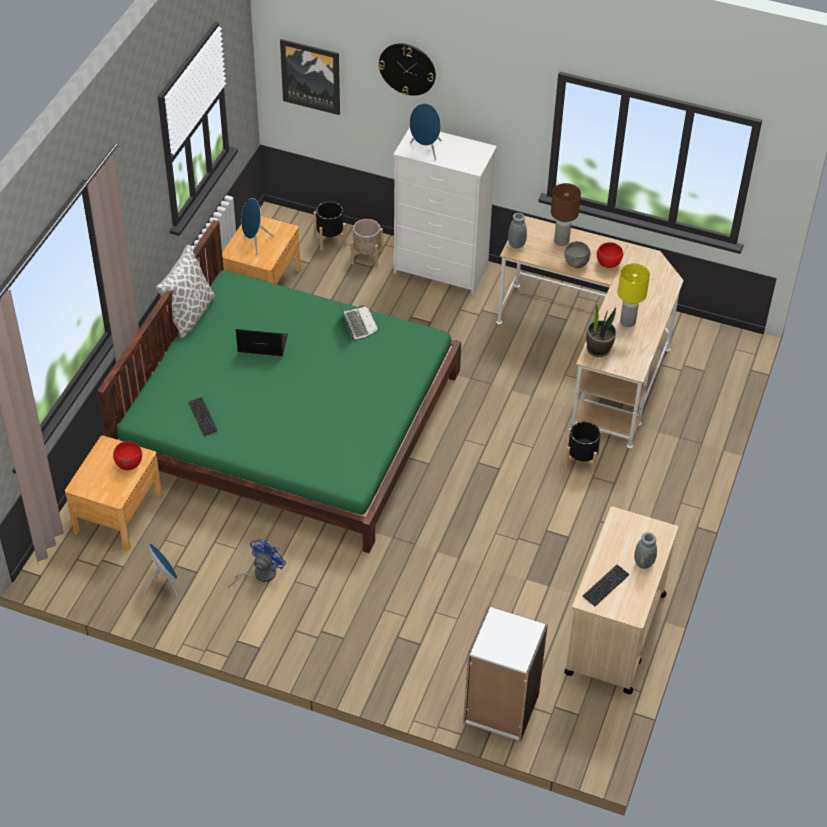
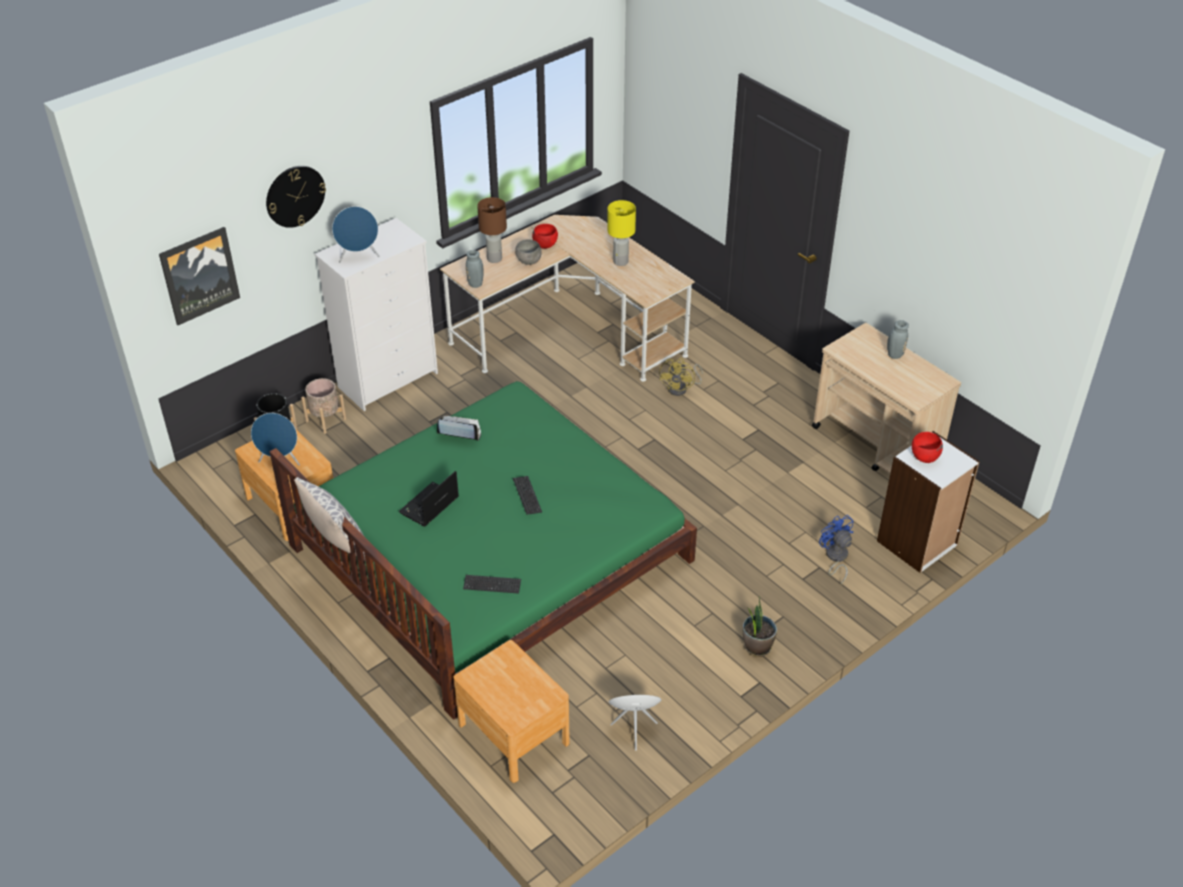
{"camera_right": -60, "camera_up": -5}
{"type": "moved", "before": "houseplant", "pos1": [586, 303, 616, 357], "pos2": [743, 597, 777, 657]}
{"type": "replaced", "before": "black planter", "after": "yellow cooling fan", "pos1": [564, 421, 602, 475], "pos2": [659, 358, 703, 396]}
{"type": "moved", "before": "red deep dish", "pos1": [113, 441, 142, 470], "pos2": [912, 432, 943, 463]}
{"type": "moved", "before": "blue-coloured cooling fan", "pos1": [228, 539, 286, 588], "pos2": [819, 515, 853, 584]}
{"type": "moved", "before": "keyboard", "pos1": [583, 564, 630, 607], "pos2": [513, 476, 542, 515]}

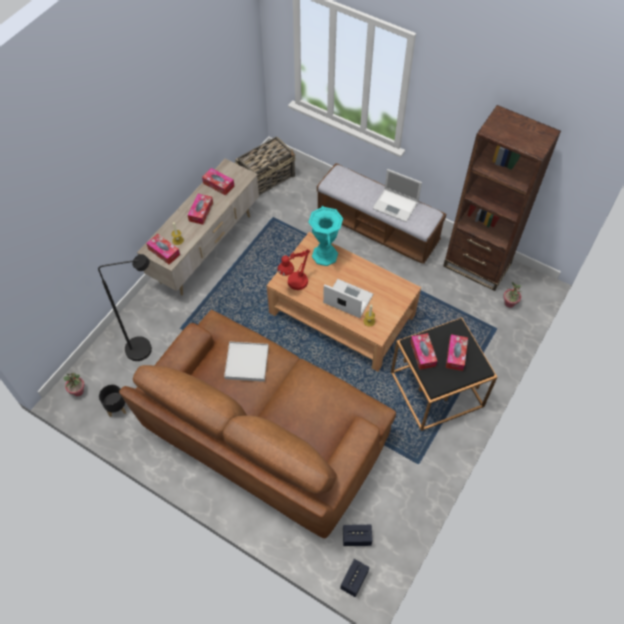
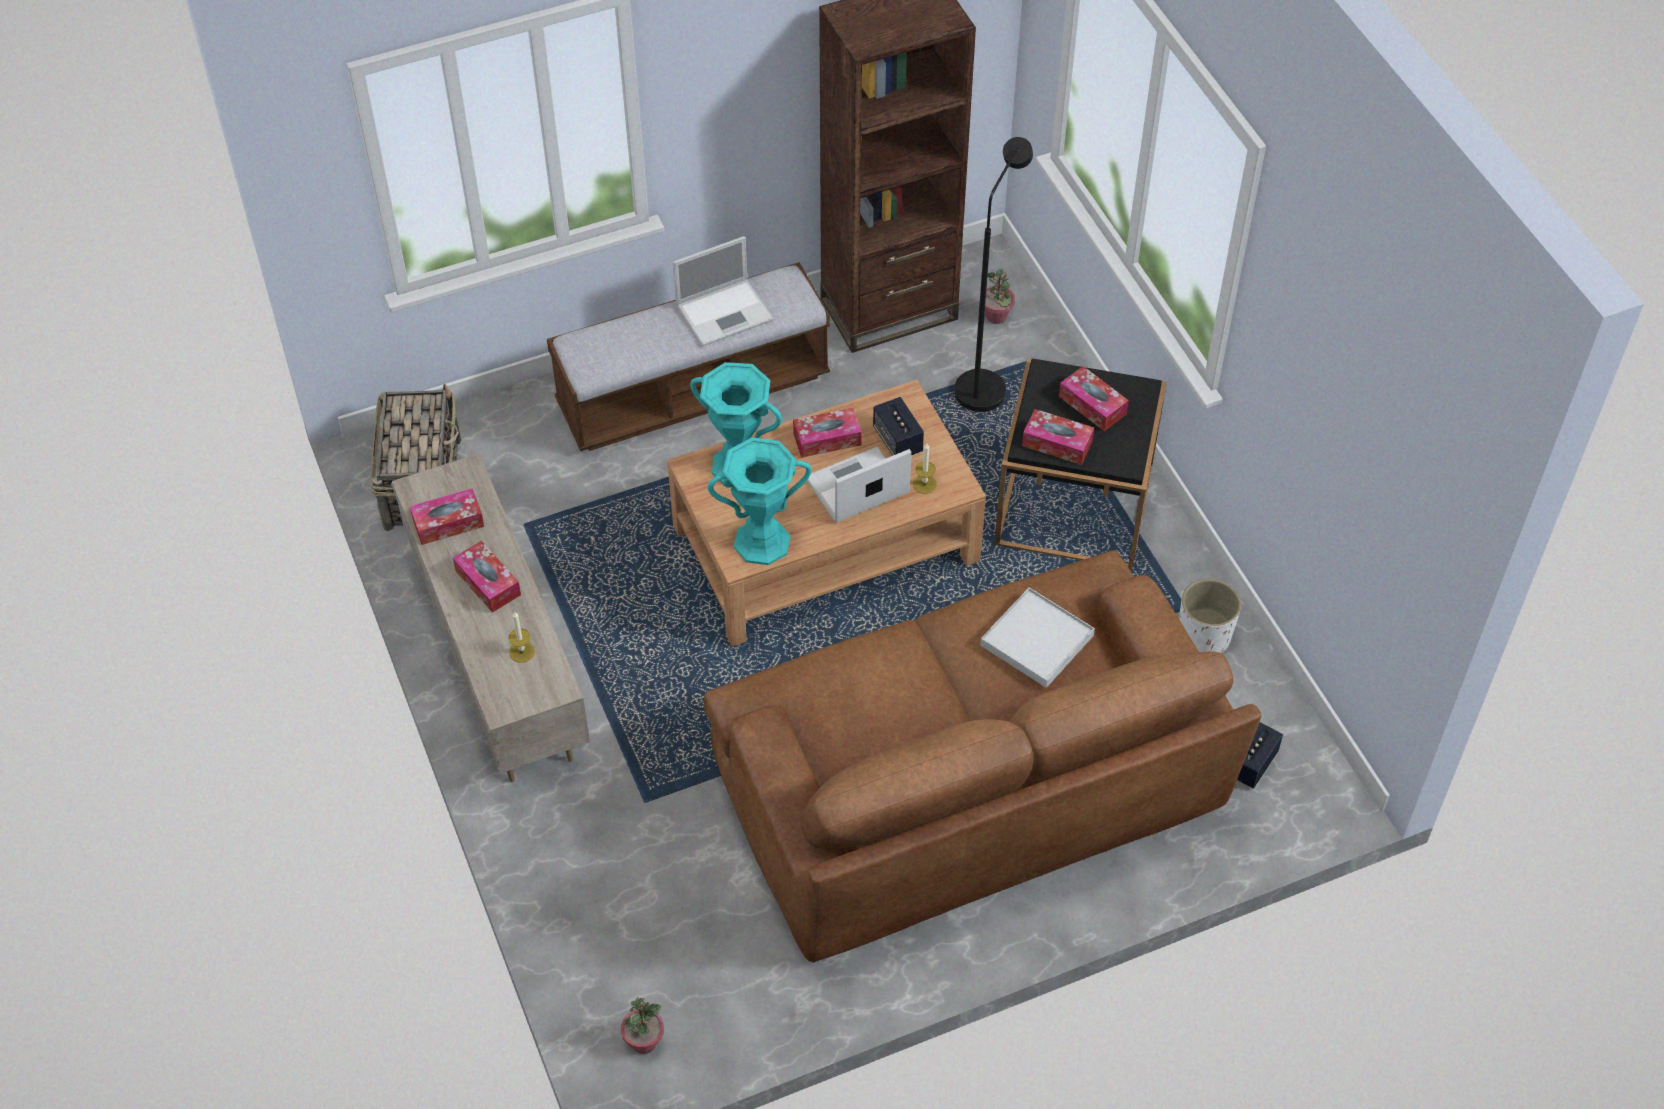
{"camera_right": -55, "camera_up": -5}
{"type": "moved", "before": "box of tissues", "pos1": [146, 234, 180, 265], "pos2": [793, 408, 862, 458]}
{"type": "replaced", "before": "red table lamp", "after": "turquoise-coloured vase", "pos1": [278, 249, 310, 290], "pos2": [707, 437, 812, 565]}
{"type": "moved", "before": "black standard lamp", "pos1": [98, 254, 152, 361], "pos2": [954, 137, 1033, 412]}
{"type": "moved", "before": "white carrying tray", "pos1": [224, 342, 269, 382], "pos2": [980, 587, 1095, 688]}
{"type": "removed", "before": "black planter", "pos1": [99, 385, 126, 417]}
{"type": "moved", "before": "loudspeaker", "pos1": [340, 559, 369, 597], "pos2": [873, 397, 924, 456]}
{"type": "added", "after": "white planter", "pos2": [1179, 579, 1241, 653]}

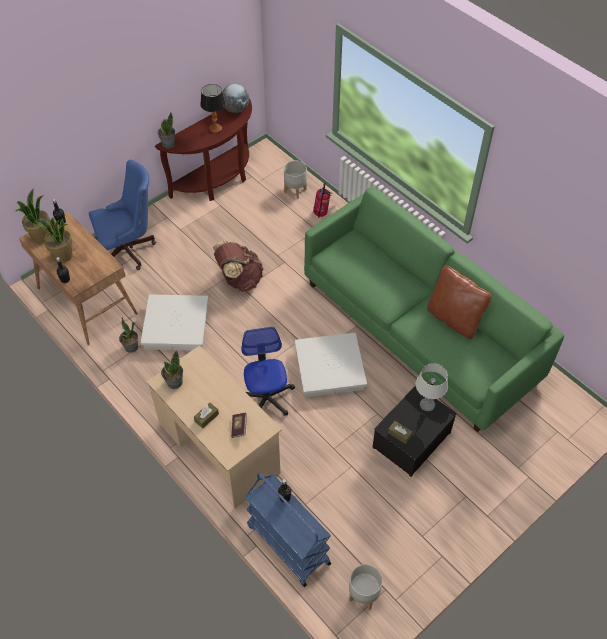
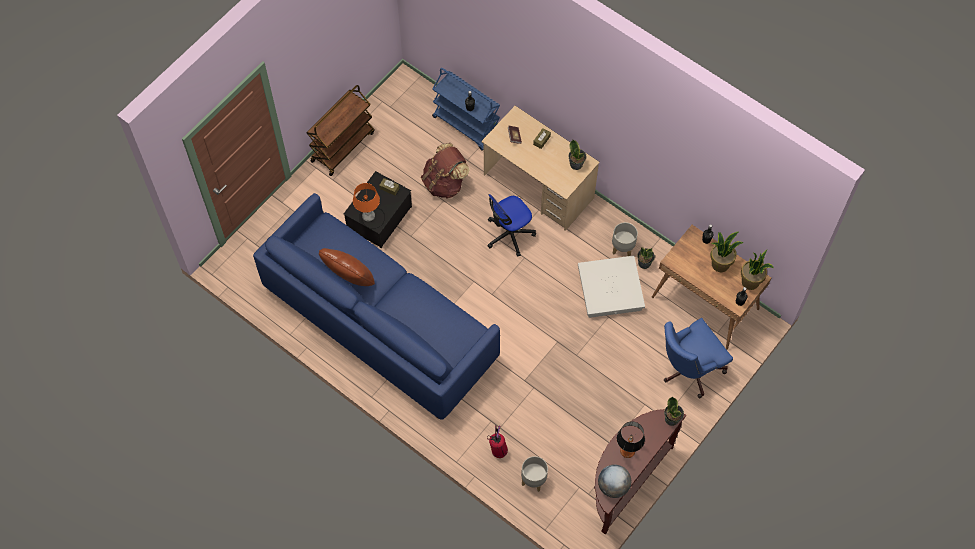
{"camera_right": 170, "camera_up": 10}
{"type": "recoloured", "before": "green-coloured couch", "after": "blue-coloured couch", "pos1": [304, 187, 564, 432], "pos2": [253, 193, 500, 420]}
{"type": "moved", "before": "brownish backpack", "pos1": [213, 241, 264, 291], "pos2": [421, 143, 470, 199]}
{"type": "turned", "before": "office chair", "pos1": [242, 327, 295, 416], "pos2": [487, 194, 536, 257], "turn": 75}
{"type": "removed", "before": "white storage bin", "pos1": [295, 333, 367, 397]}
{"type": "recoloured", "before": "gray table lamp", "after": "orange table lamp", "pos1": [416, 363, 448, 411], "pos2": [353, 183, 380, 222]}
{"type": "moved", "before": "gray planter", "pos1": [349, 564, 382, 610], "pos2": [612, 222, 638, 256]}
{"type": "added", "after": "brownish cart", "pos2": [307, 85, 374, 176]}

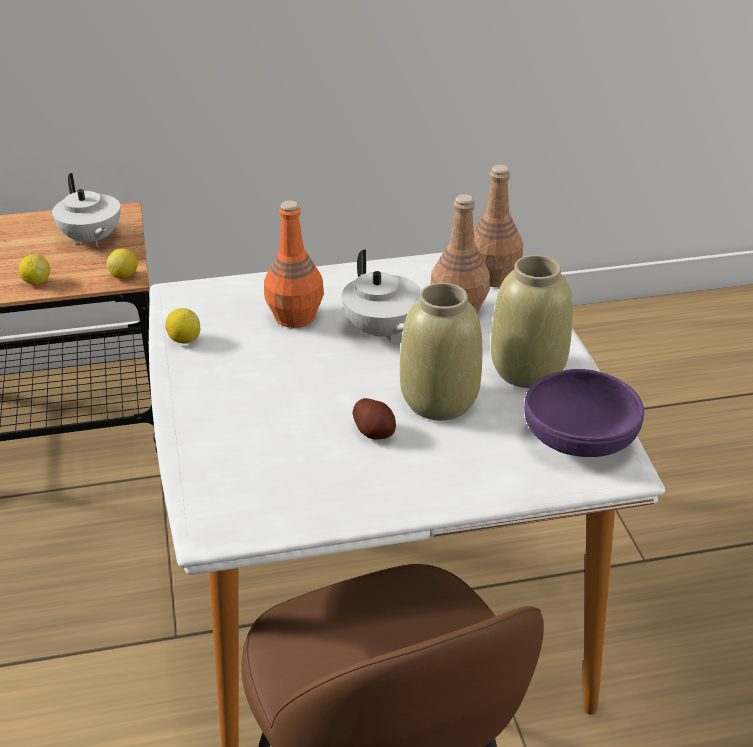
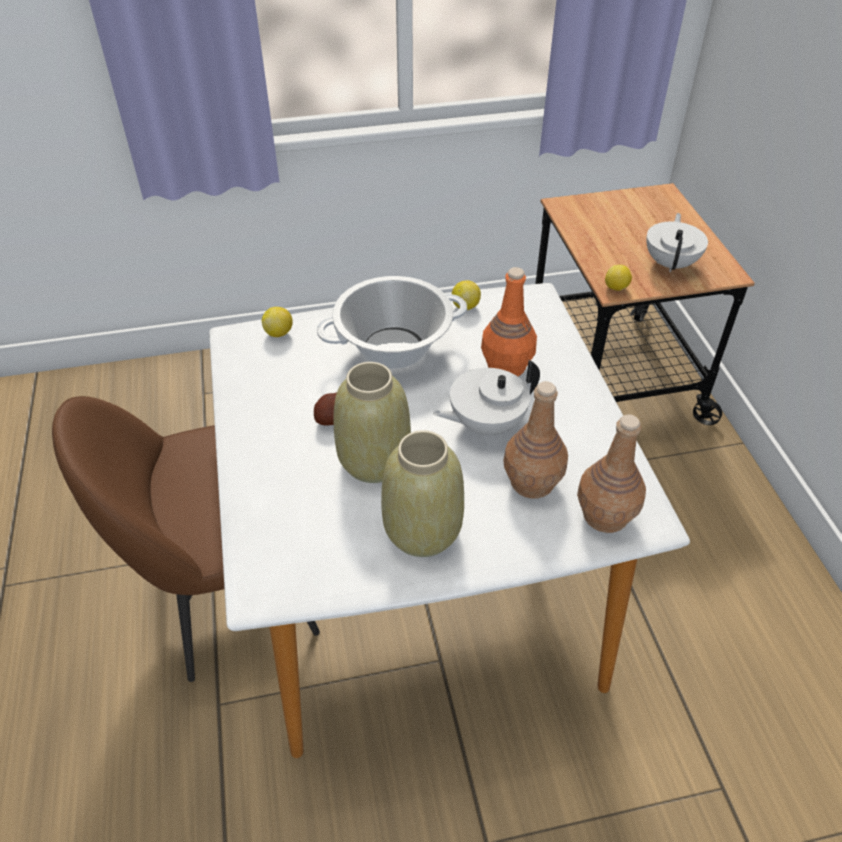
{"camera_right": 90, "camera_up": 10}
{"type": "turned", "before": "white pot for tea", "pos1": [52, 173, 121, 247], "pos2": [646, 213, 708, 272], "turn": 135}
{"type": "moved", "before": "whole lemon", "pos1": [19, 254, 50, 285], "pos2": [262, 307, 293, 337]}
{"type": "removed", "before": "purple deep dish", "pos1": [524, 369, 644, 457]}
{"type": "added", "after": "saucepot", "pos2": [317, 276, 467, 369]}

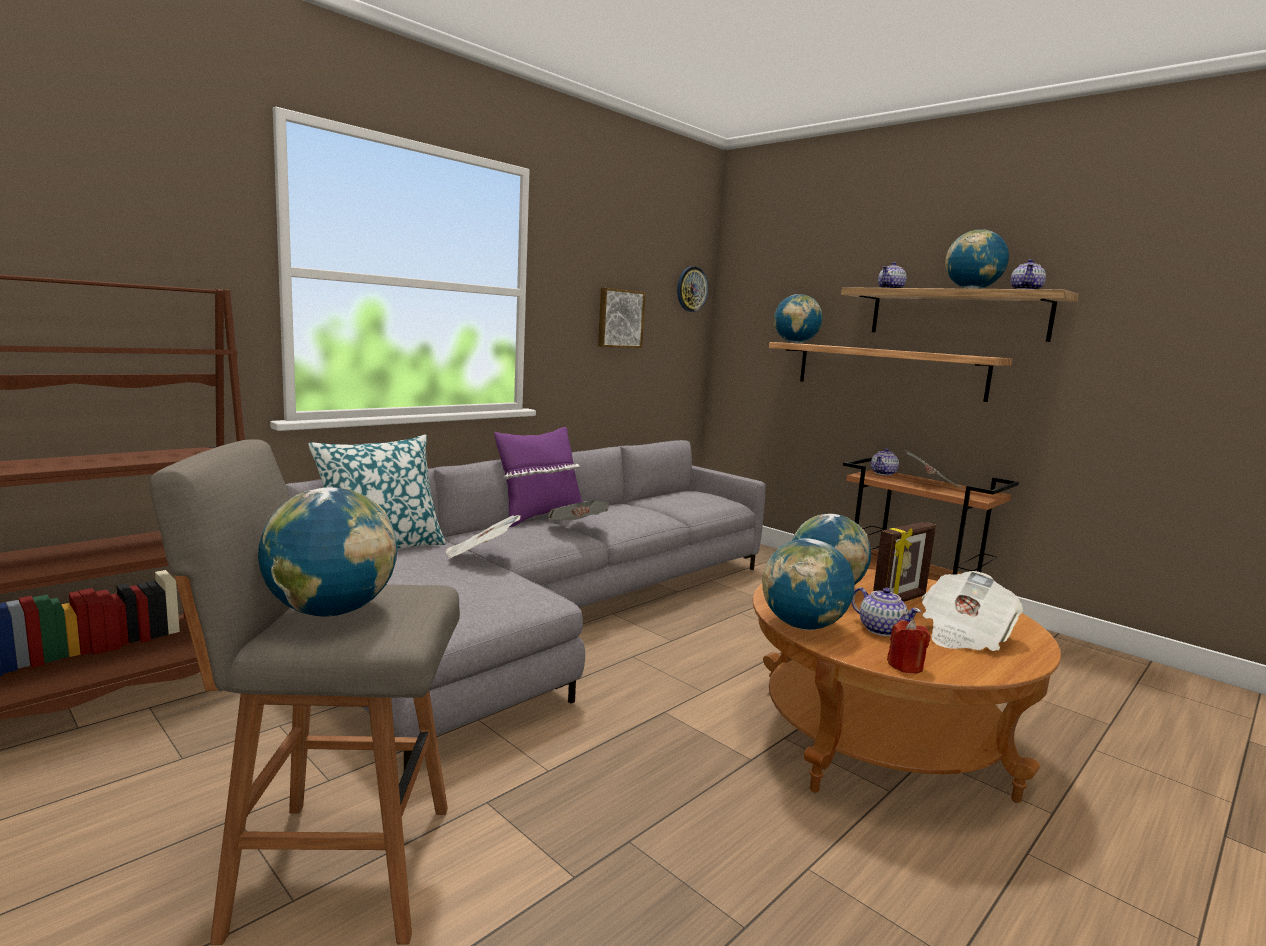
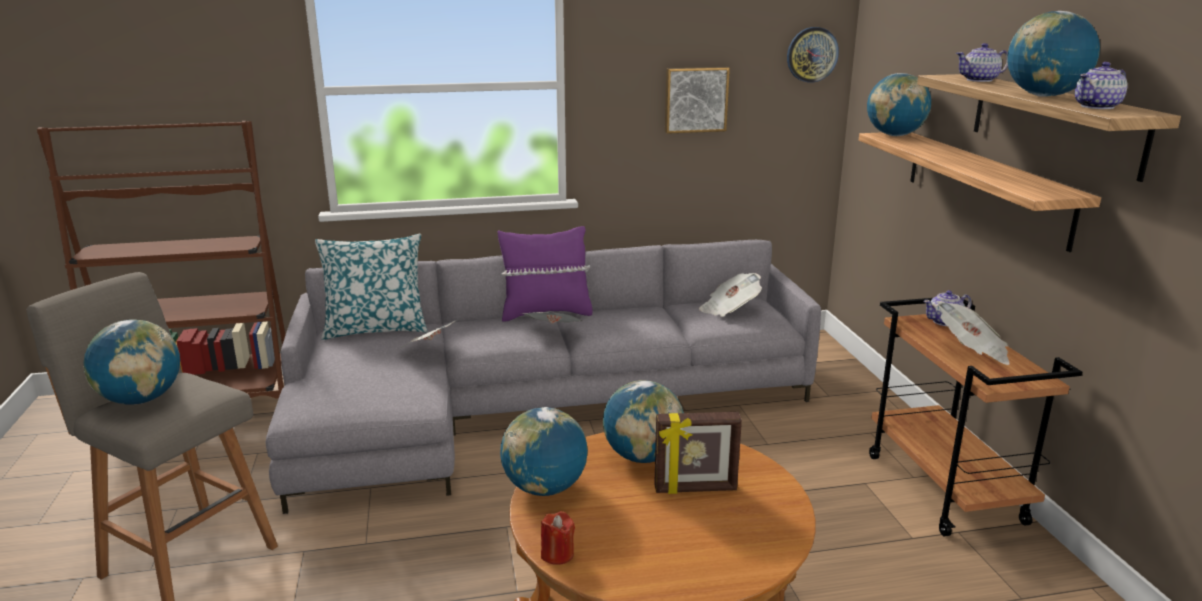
{"camera_right": 35, "camera_up": 10}
{"type": "moved", "before": "daily paper", "pos1": [921, 571, 1023, 651], "pos2": [699, 273, 762, 317]}
{"type": "removed", "before": "pot for tea", "pos1": [851, 587, 921, 636]}

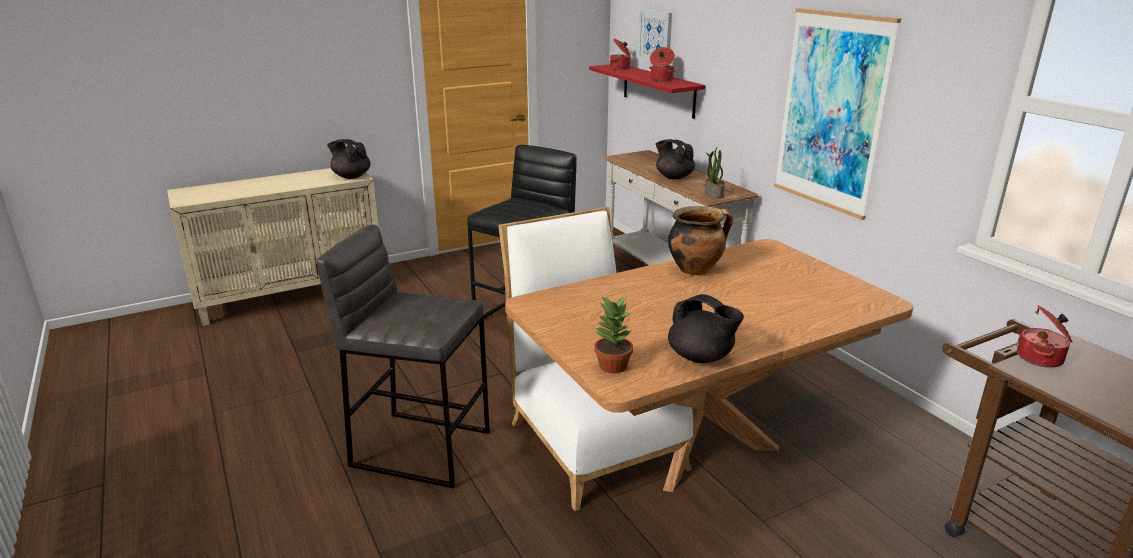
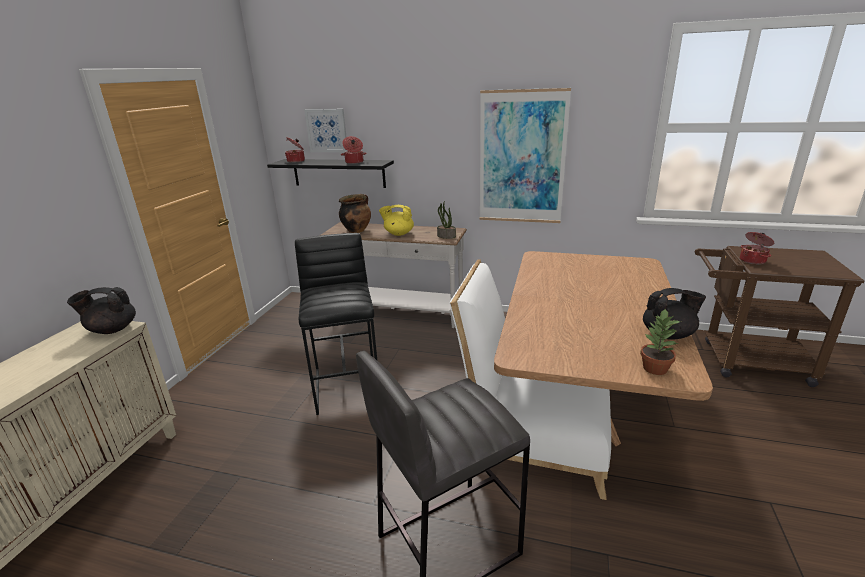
{"camera_right": -45, "camera_up": 0}
{"type": "recoloured", "before": "red wall shelf", "after": "black wall shelf", "pos1": [589, 65, 705, 119], "pos2": [267, 159, 394, 188]}
{"type": "recoloured", "before": "black pot for tea", "after": "yellow pot for tea", "pos1": [656, 139, 695, 179], "pos2": [379, 205, 414, 236]}
{"type": "moved", "before": "saucepot", "pos1": [668, 206, 733, 275], "pos2": [339, 194, 371, 233]}

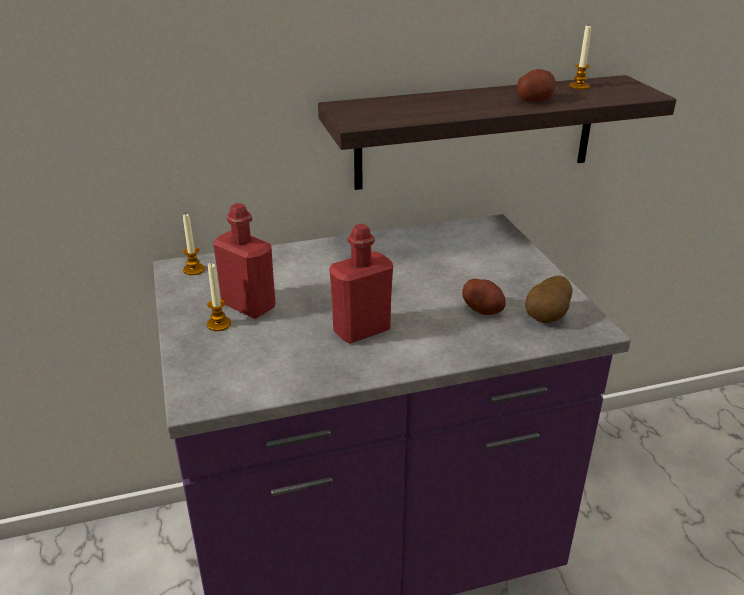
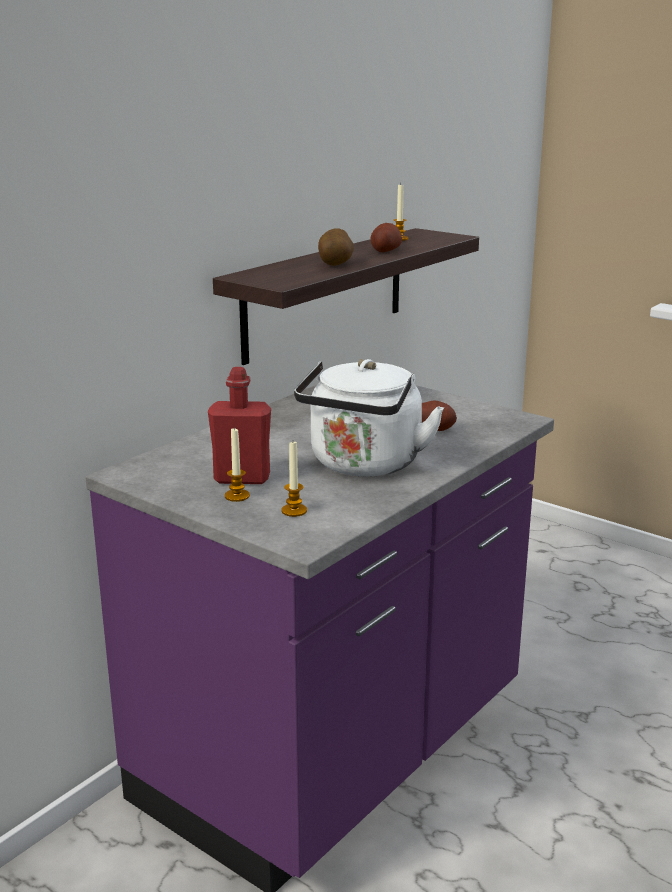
{"camera_right": -35, "camera_up": -10}
{"type": "moved", "before": "wax light", "pos1": [183, 213, 205, 275], "pos2": [281, 442, 307, 517]}
{"type": "replaced", "before": "red drink bottle", "after": "white water kettle", "pos1": [329, 224, 393, 344], "pos2": [294, 359, 444, 477]}
{"type": "moved", "before": "potato", "pos1": [525, 275, 573, 323], "pos2": [318, 228, 354, 266]}

